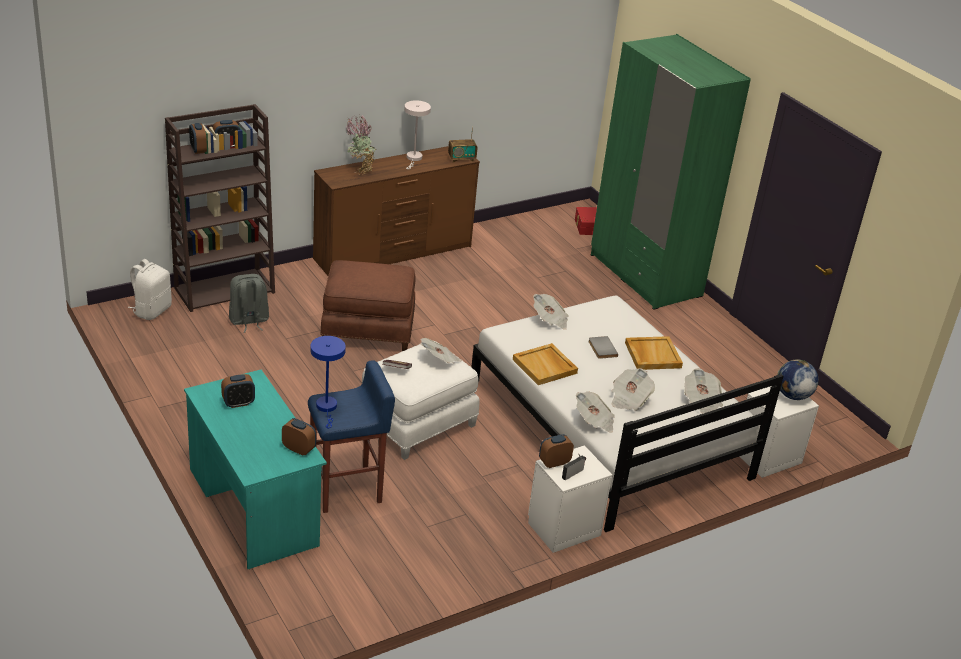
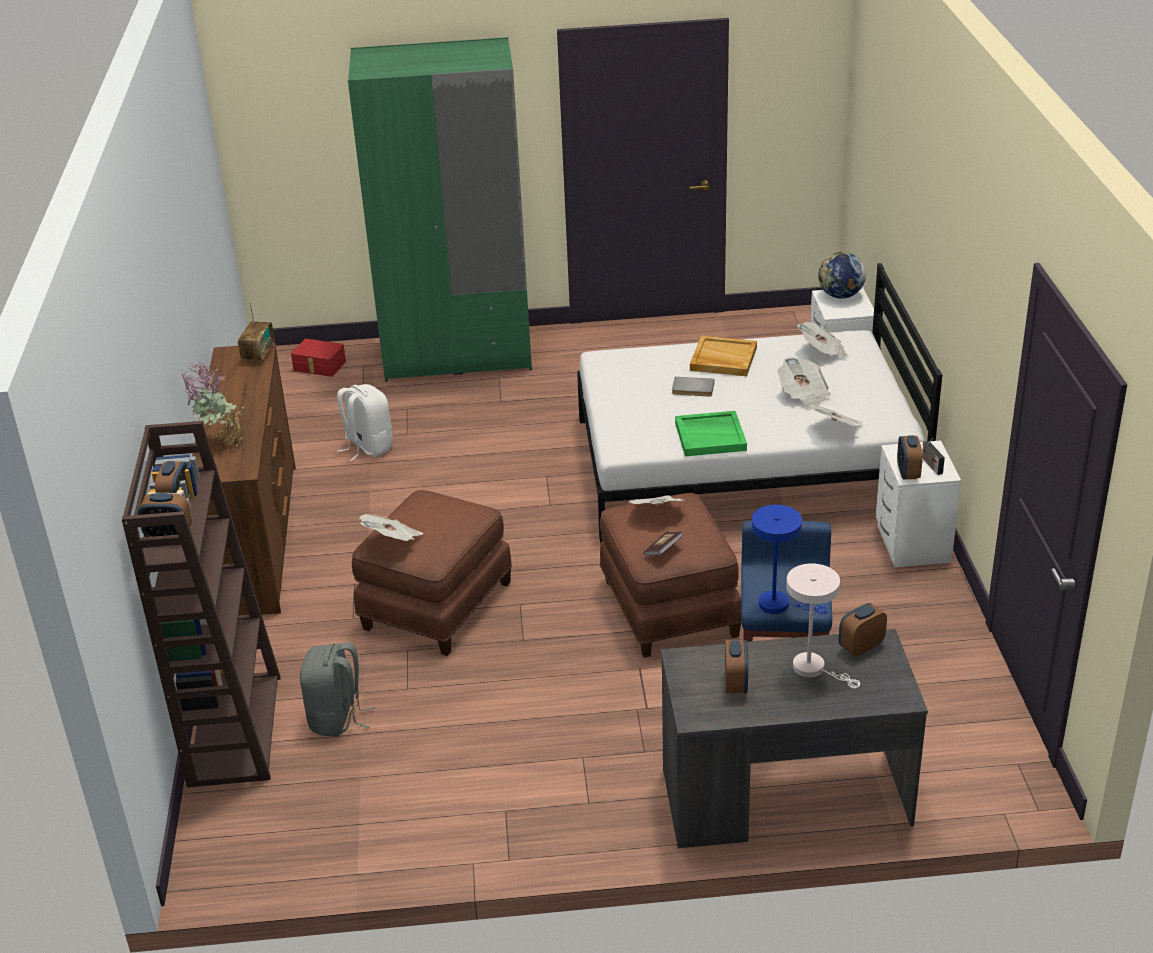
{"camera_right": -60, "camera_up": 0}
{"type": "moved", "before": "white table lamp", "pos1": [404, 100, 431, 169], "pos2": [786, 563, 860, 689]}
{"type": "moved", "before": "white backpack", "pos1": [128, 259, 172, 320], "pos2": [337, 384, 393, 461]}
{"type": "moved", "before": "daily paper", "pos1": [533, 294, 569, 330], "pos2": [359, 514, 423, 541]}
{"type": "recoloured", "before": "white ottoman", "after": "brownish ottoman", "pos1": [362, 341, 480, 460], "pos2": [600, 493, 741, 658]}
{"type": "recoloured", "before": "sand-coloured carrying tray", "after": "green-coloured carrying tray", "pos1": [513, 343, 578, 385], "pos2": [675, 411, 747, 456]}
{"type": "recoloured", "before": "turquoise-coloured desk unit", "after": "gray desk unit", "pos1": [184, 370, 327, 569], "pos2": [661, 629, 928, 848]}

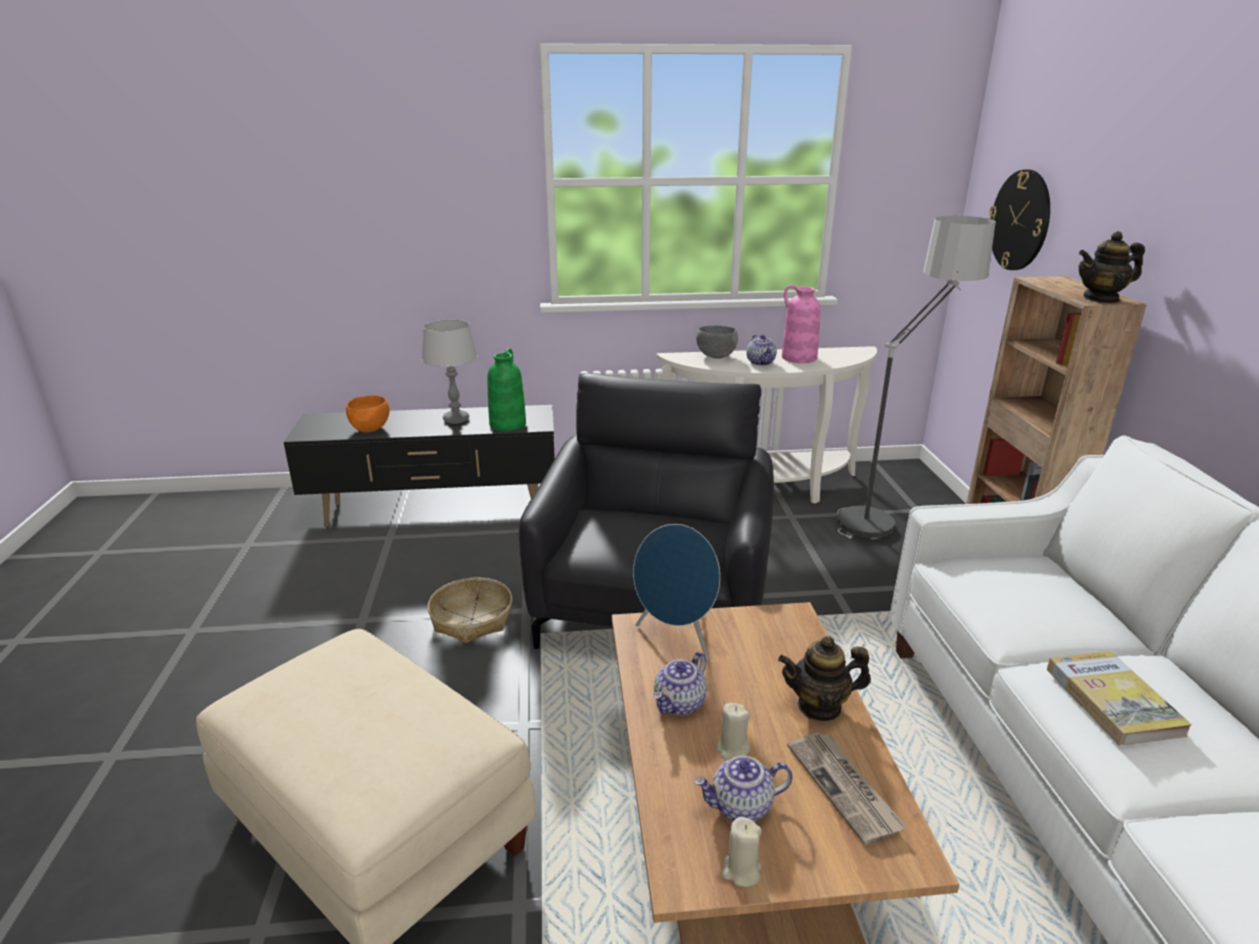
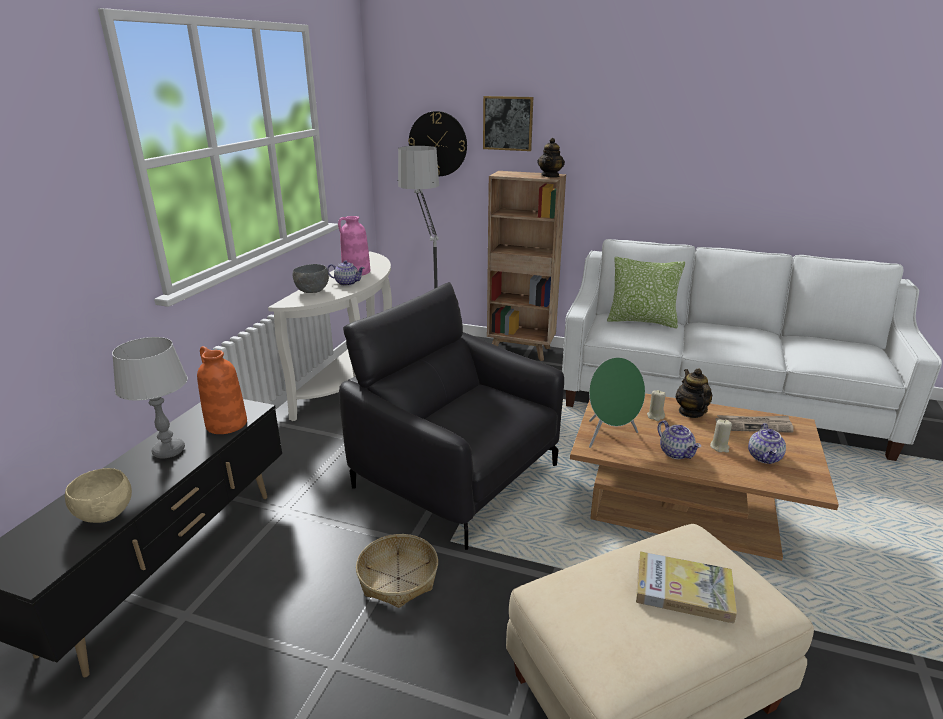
{"camera_right": -65, "camera_up": 0}
{"type": "recoloured", "before": "green-coloured vase", "after": "orange vase", "pos1": [487, 348, 526, 431], "pos2": [197, 346, 247, 434]}
{"type": "recoloured", "before": "orange deep dish", "after": "sand-coloured deep dish", "pos1": [346, 395, 390, 433], "pos2": [65, 468, 132, 523]}
{"type": "recoloured", "before": "blue-coloured loudspeaker", "after": "green-coloured loudspeaker", "pos1": [633, 524, 720, 660], "pos2": [589, 357, 645, 448]}
{"type": "turned", "before": "pot for tea", "pos1": [778, 636, 871, 721], "pos2": [675, 368, 713, 418], "turn": 150}
{"type": "moved", "before": "volume", "pos1": [1047, 651, 1192, 745], "pos2": [636, 551, 737, 623]}
{"type": "moved", "before": "sand-coloured wax light", "pos1": [722, 817, 762, 887], "pos2": [647, 390, 666, 421]}
{"type": "added", "after": "wall picture", "pos2": [483, 96, 533, 151]}
{"type": "added", "after": "cushion", "pos2": [607, 257, 685, 328]}

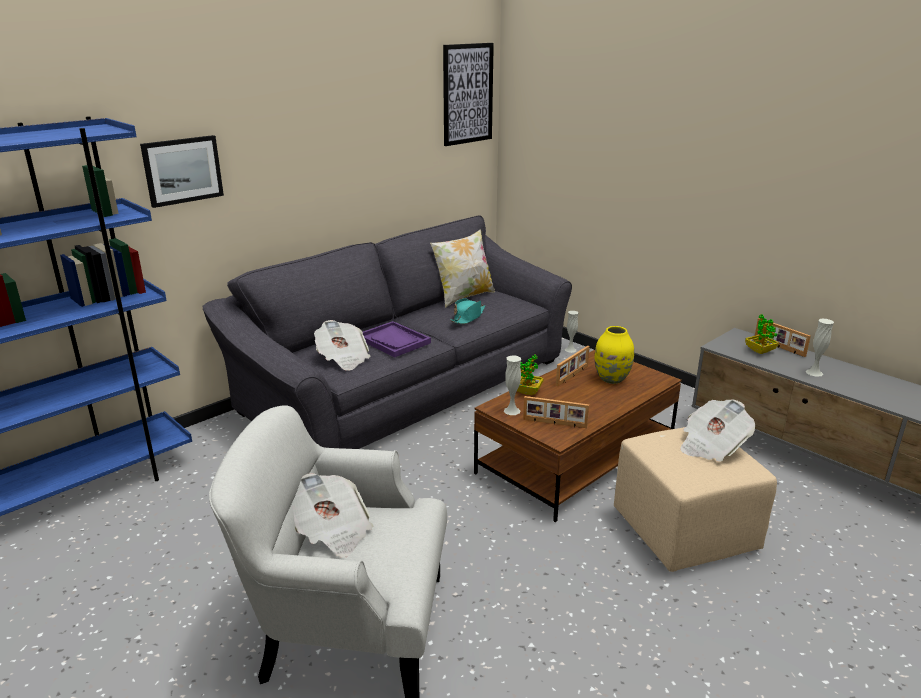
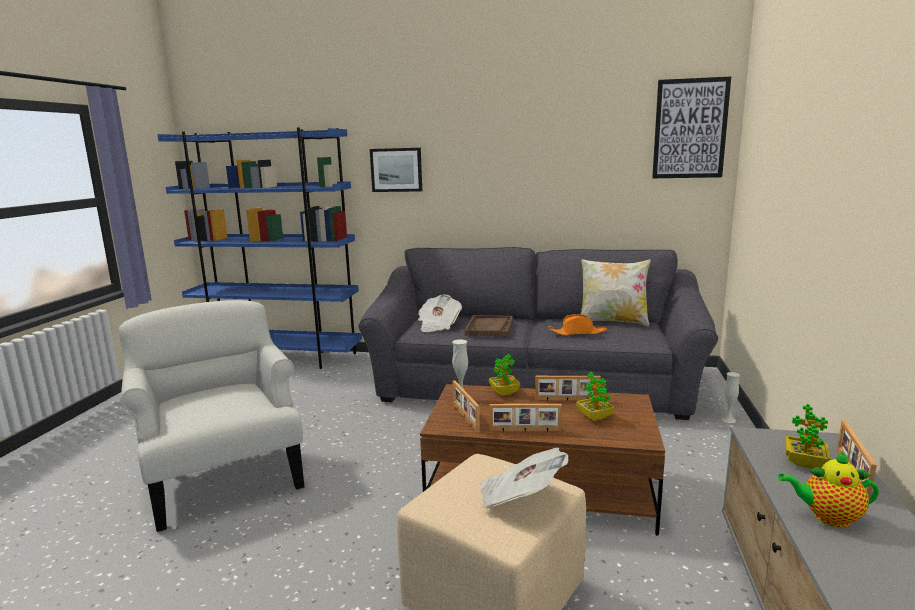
{"camera_right": 55, "camera_up": -10}
{"type": "recoloured", "before": "turquoise-coloured wearable hat", "after": "orange wearable hat", "pos1": [450, 298, 485, 324], "pos2": [548, 314, 607, 335]}
{"type": "replaced", "before": "white vase", "after": "pot for tea", "pos1": [806, 319, 834, 377], "pos2": [778, 451, 879, 527]}
{"type": "recoloured", "before": "purple carrying tray", "after": "brownish carrying tray", "pos1": [363, 321, 431, 357], "pos2": [465, 315, 513, 337]}
{"type": "replaced", "before": "yellow vase", "after": "houseplant", "pos1": [594, 326, 634, 384], "pos2": [576, 372, 615, 421]}
{"type": "removed", "before": "daily paper", "pos1": [291, 473, 373, 557]}
{"type": "added", "after": "standing frame", "pos2": [489, 404, 562, 432]}

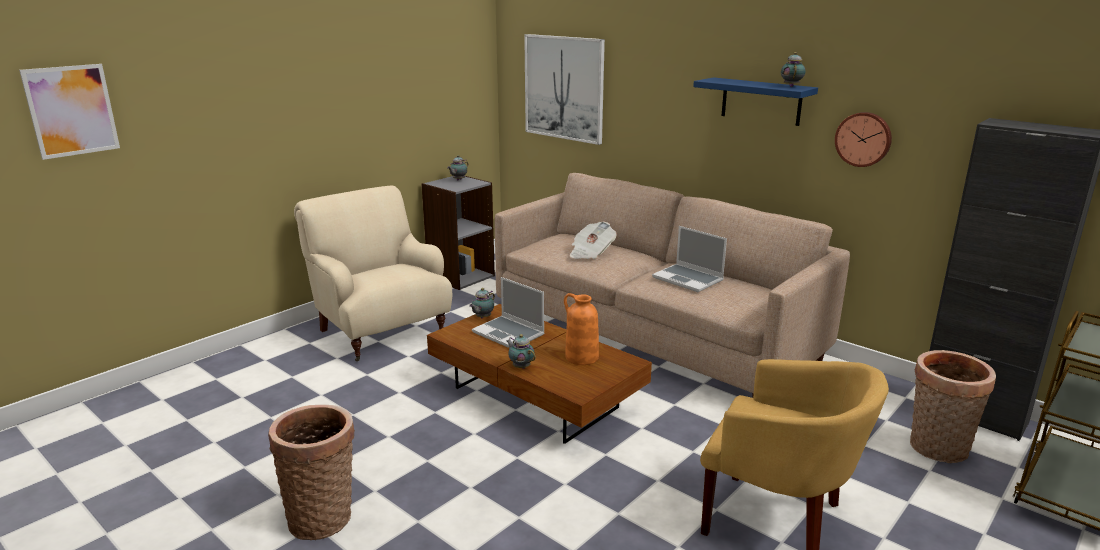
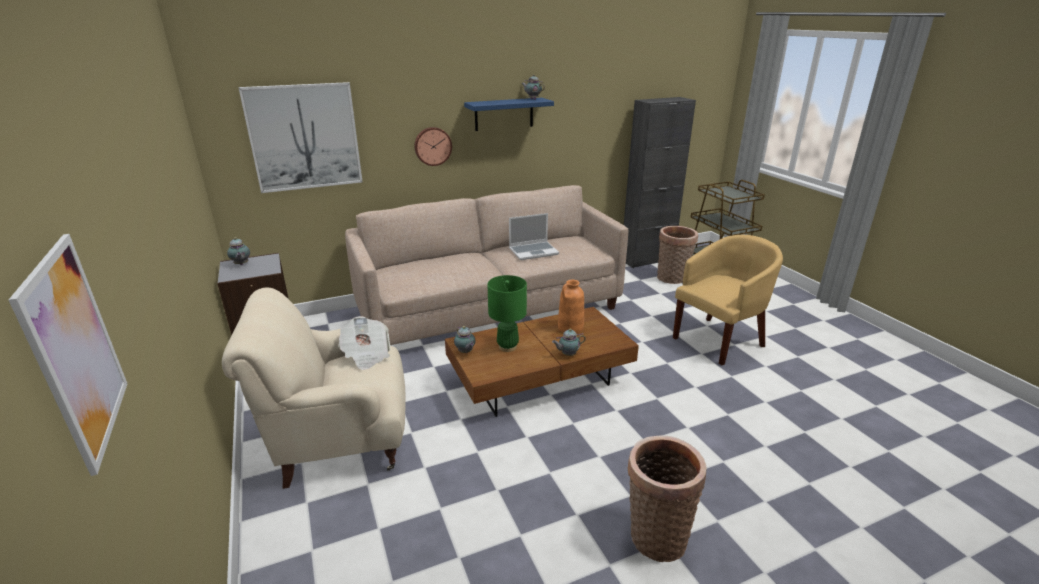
{"camera_right": -65, "camera_up": 5}
{"type": "moved", "before": "clock on the wall", "pos1": [835, 112, 892, 167], "pos2": [414, 127, 452, 166]}
{"type": "moved", "before": "daily paper", "pos1": [570, 221, 617, 259], "pos2": [338, 316, 390, 370]}
{"type": "replaced", "before": "notebook computer", "after": "green-coloured table lamp", "pos1": [472, 277, 545, 348], "pos2": [487, 275, 527, 352]}

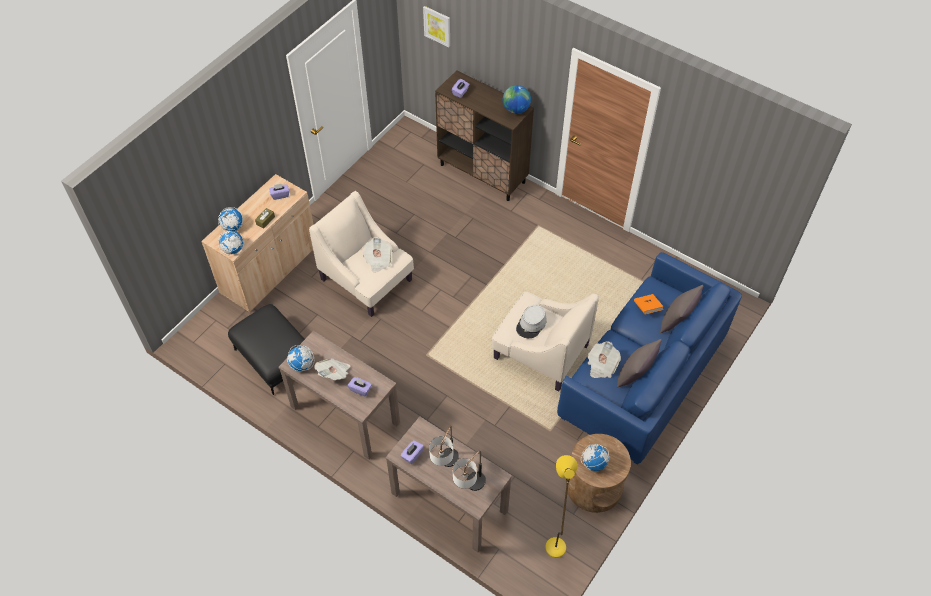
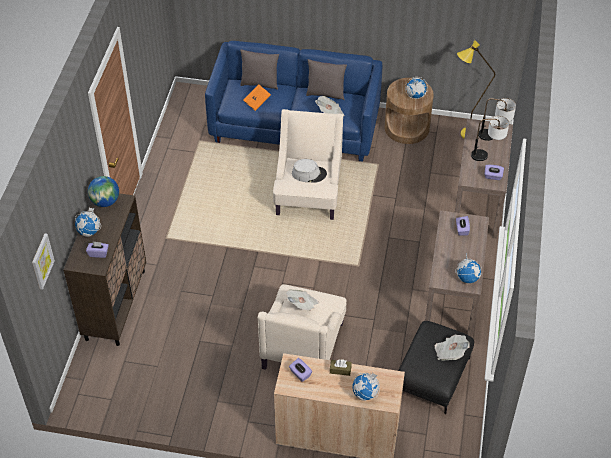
{"camera_right": -115, "camera_up": -5}
{"type": "moved", "before": "world globe", "pos1": [218, 229, 245, 255], "pos2": [75, 207, 101, 237]}
{"type": "moved", "before": "daily paper", "pos1": [314, 358, 350, 380], "pos2": [435, 335, 470, 361]}

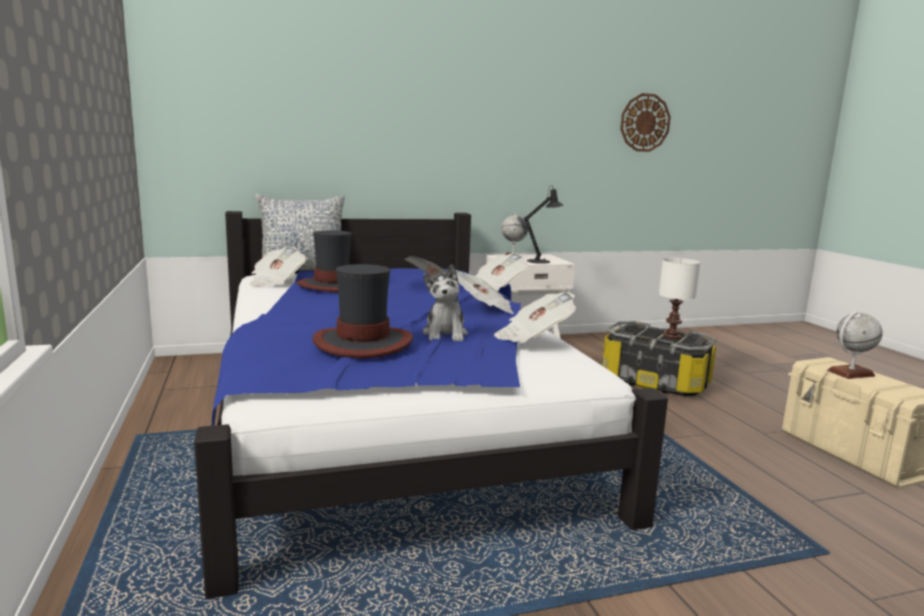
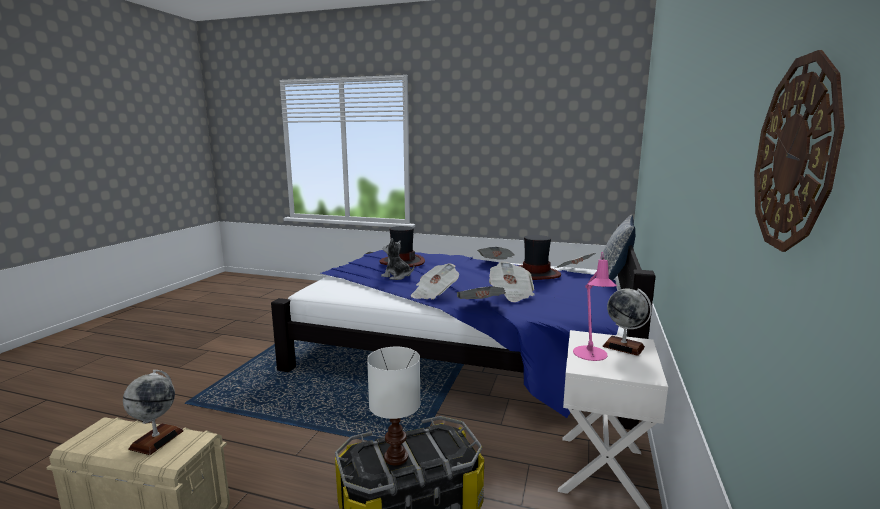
{"camera_right": 125, "camera_up": 0}
{"type": "recoloured", "before": "black table lamp", "after": "pink table lamp", "pos1": [524, 185, 563, 264], "pos2": [573, 252, 617, 361]}
{"type": "moved", "before": "daily paper", "pos1": [494, 292, 576, 343], "pos2": [477, 247, 515, 260]}

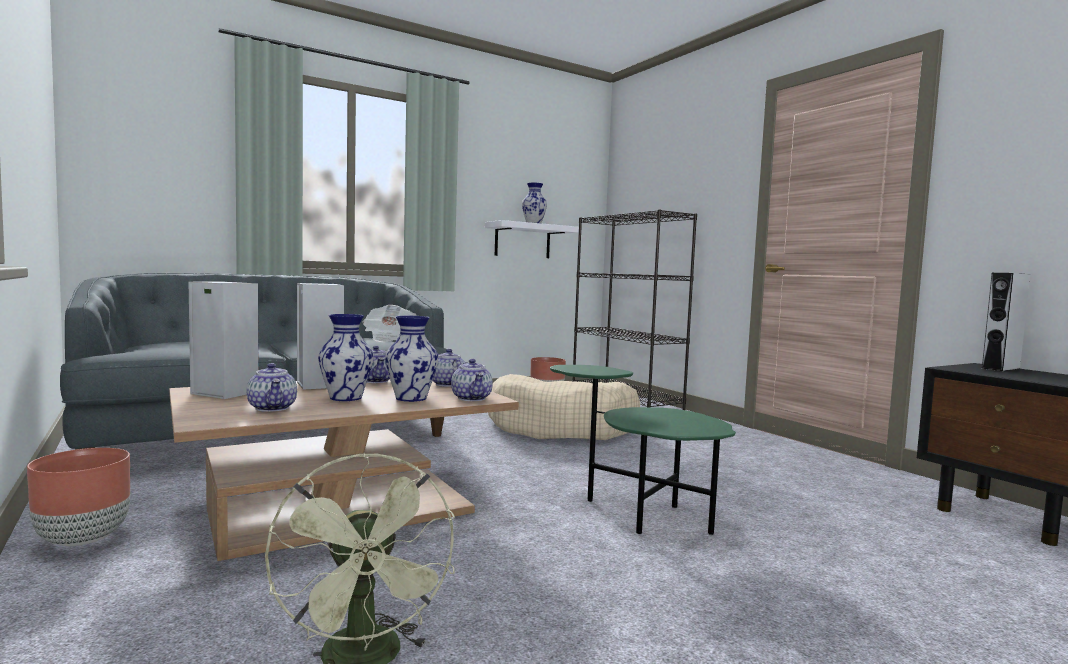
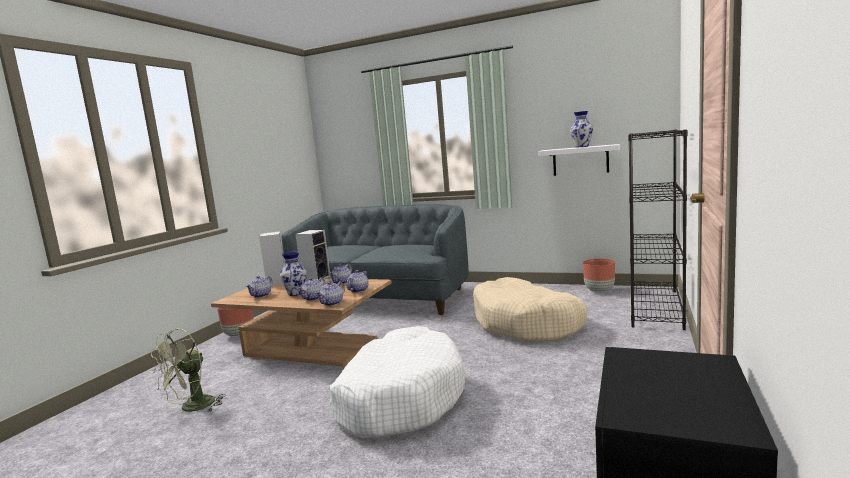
{"camera_right": 55, "camera_up": 5}
{"type": "removed", "before": "gray loudspeaker", "pos1": [981, 273, 1030, 372]}
{"type": "removed", "before": "daily paper", "pos1": [362, 305, 417, 342]}
{"type": "replaced", "before": "vase", "after": "pot for tea", "pos1": [385, 316, 438, 402], "pos2": [297, 277, 326, 301]}
{"type": "replaced", "before": "green-coloured end table", "after": "white pet bed", "pos1": [550, 365, 736, 535], "pos2": [329, 326, 465, 439]}

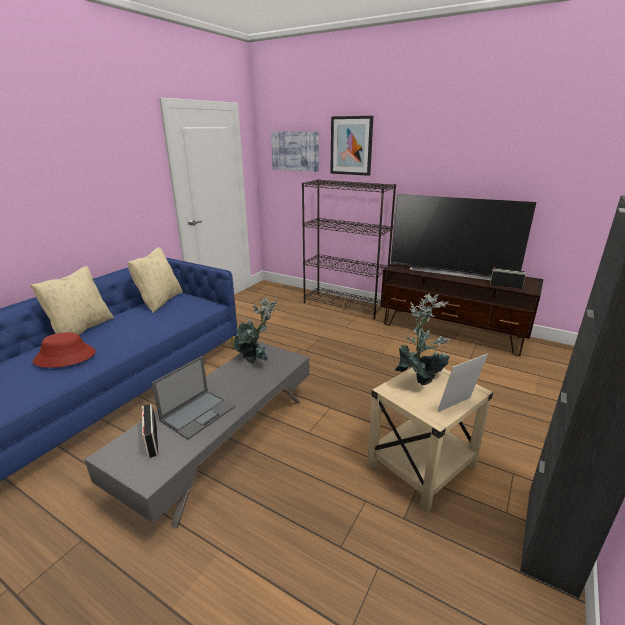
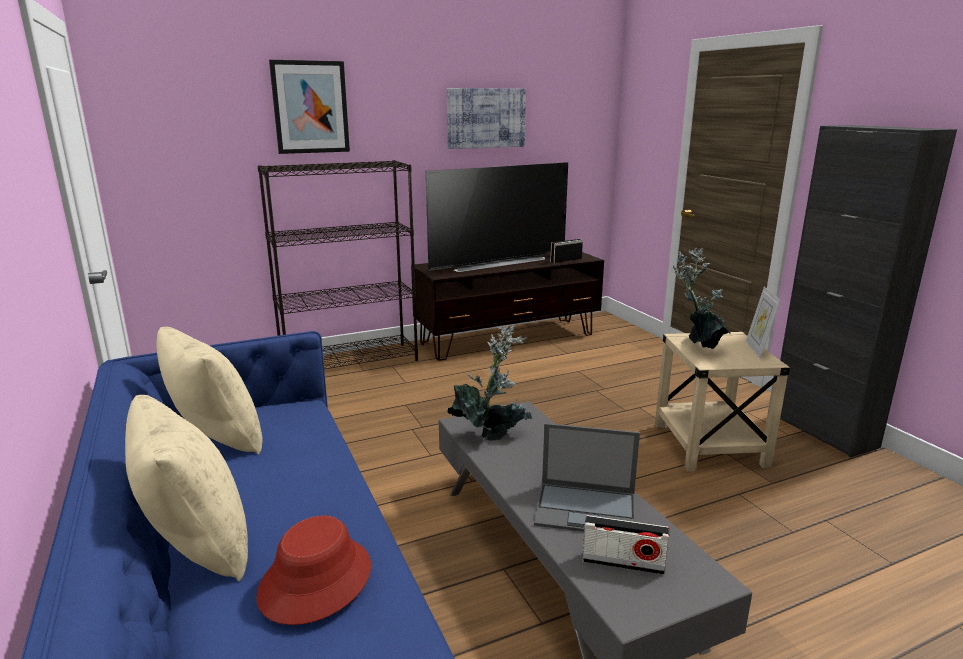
{"camera_right": -55, "camera_up": -5}
{"type": "moved", "before": "wall picture", "pos1": [271, 131, 319, 172], "pos2": [447, 88, 526, 149]}
{"type": "turned", "before": "notebook computer", "pos1": [152, 356, 235, 440], "pos2": [534, 423, 640, 532], "turn": 120}

